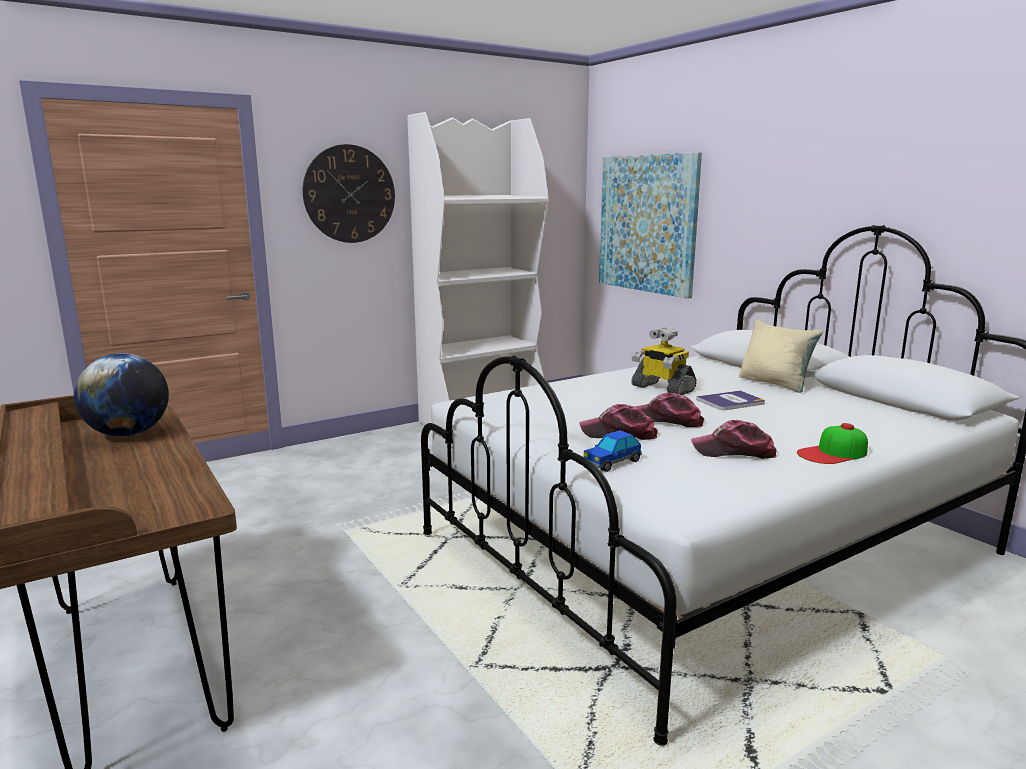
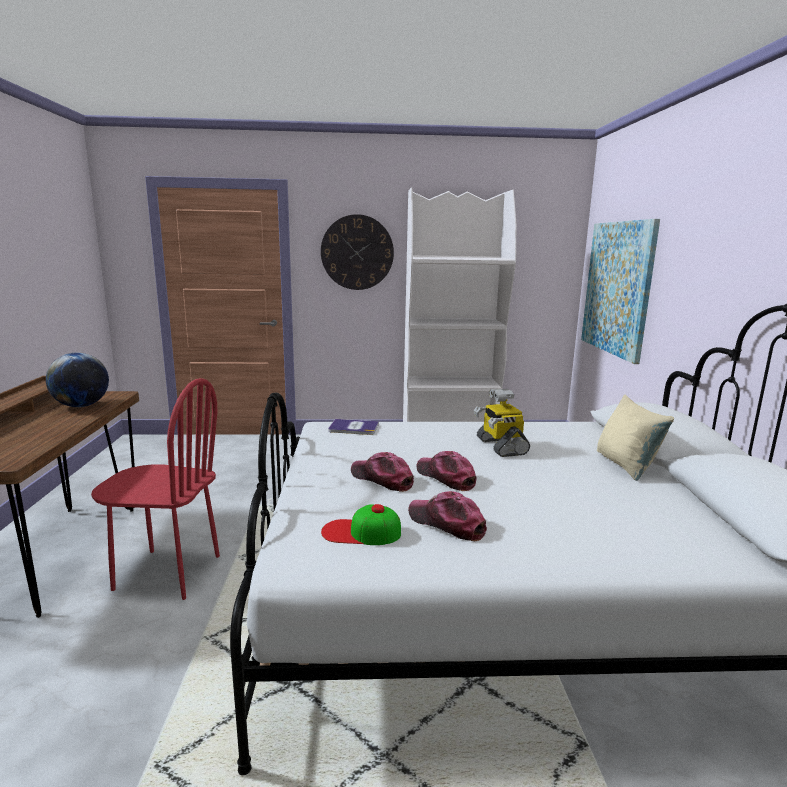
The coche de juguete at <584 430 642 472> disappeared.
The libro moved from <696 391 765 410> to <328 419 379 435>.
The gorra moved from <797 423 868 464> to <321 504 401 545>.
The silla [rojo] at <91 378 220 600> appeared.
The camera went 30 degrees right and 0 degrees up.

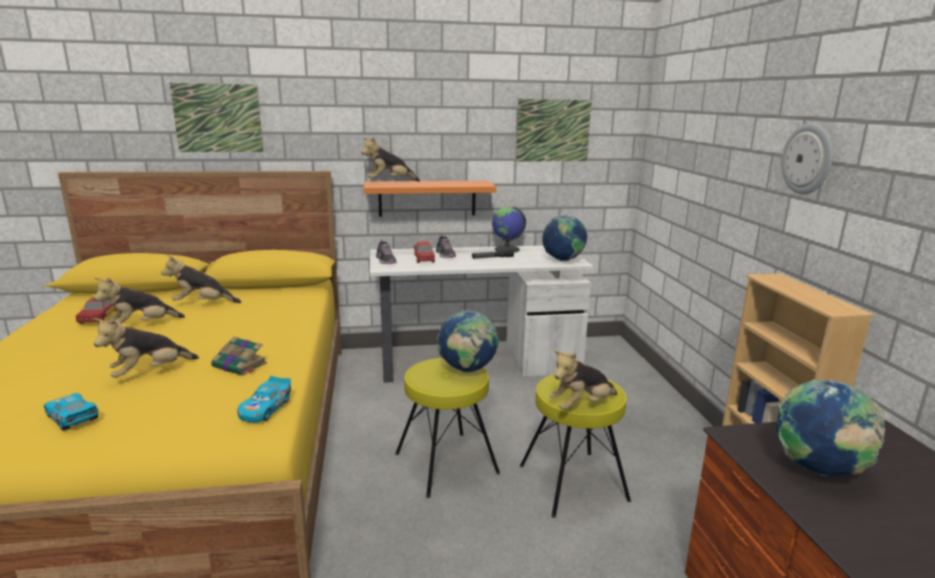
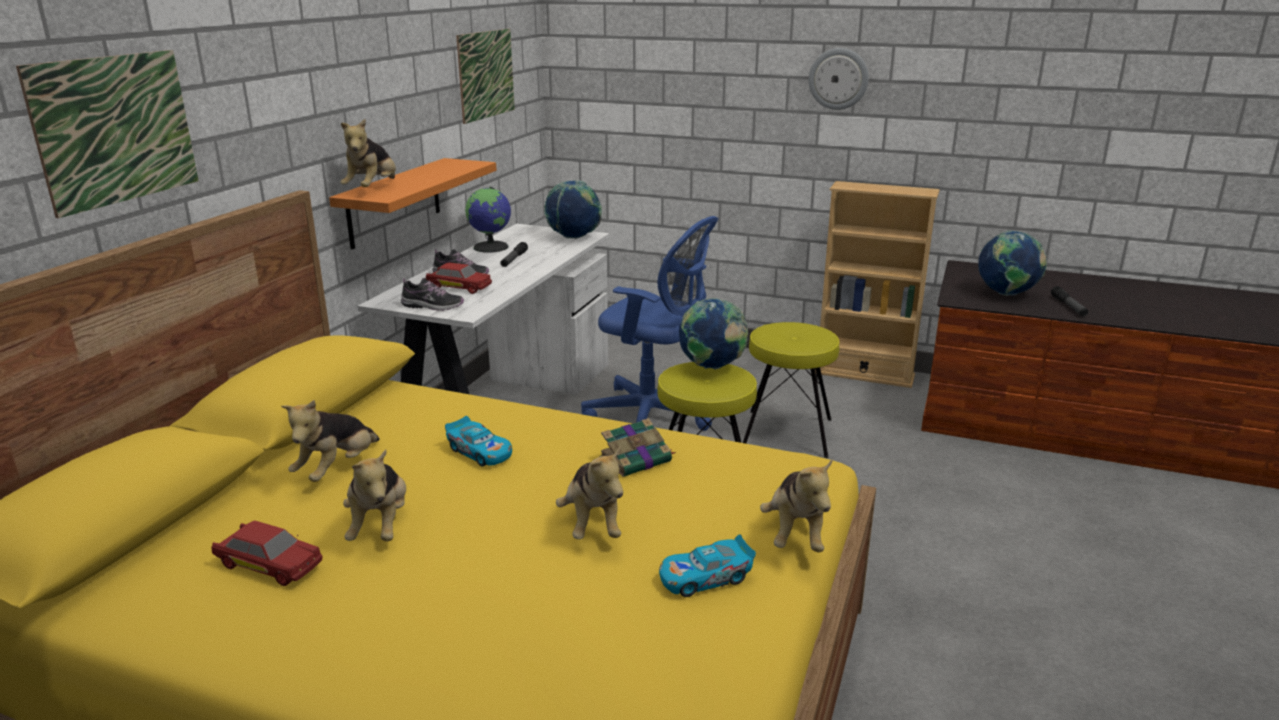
The coche de juguete moved from <237 376 291 422> to <445 416 512 467>.
The peluche moved from <549 350 617 410> to <760 459 833 552>.
The silla de oficina [azul] at <581 216 718 431> appeared.
The linterna at <1051 286 1089 316> appeared.
The camera went 60 degrees left and 5 degrees up.

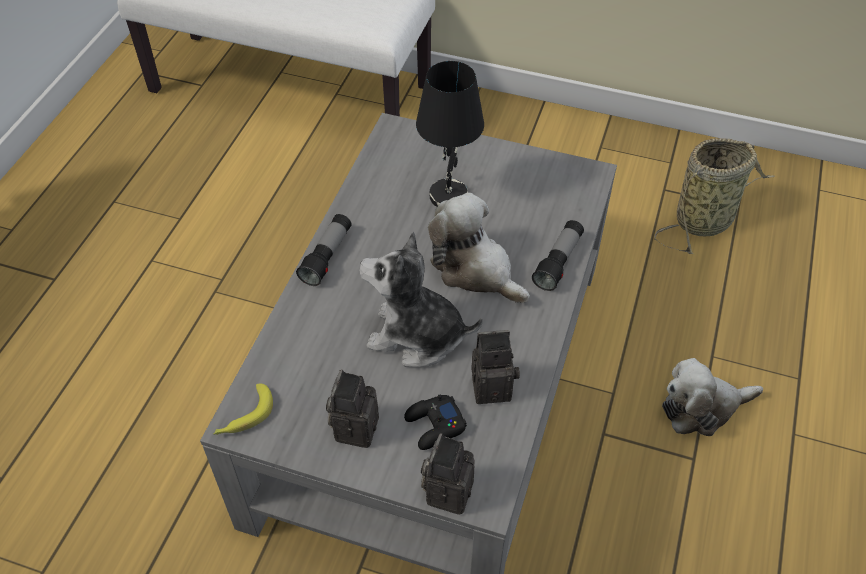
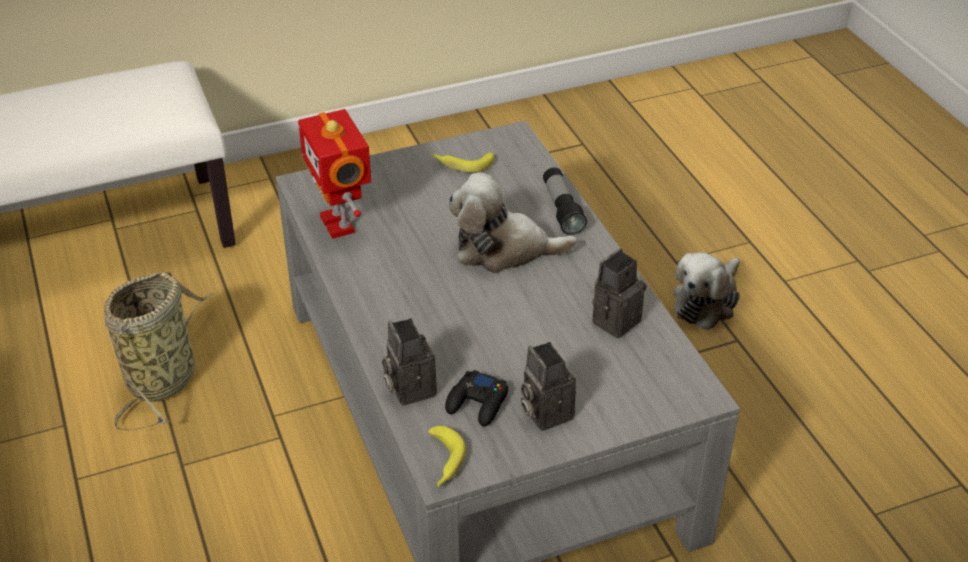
The linterna at <296 214 352 286> disappeared.
The peluche at <360 232 483 367> disappeared.
The mando de consola [negro] moved from <404 394 467 450> to <445 370 508 427>.
The lámpara de mesa [negro] at <416 61 484 207> disappeared.
The cámara moved from <421 433 475 515> to <382 318 437 406>.
The cesta moved from <654 138 775 254> to <104 272 213 430>.
The robot de juguete at <298 109 371 239> appeared.
The plátano at <432 152 494 173> appeared.
The camera went 40 degrees left and 10 degrees down.

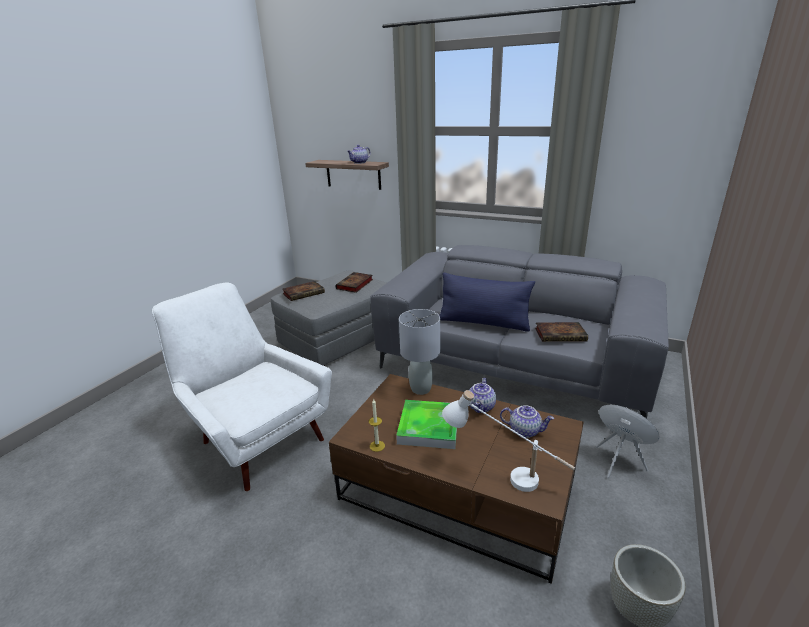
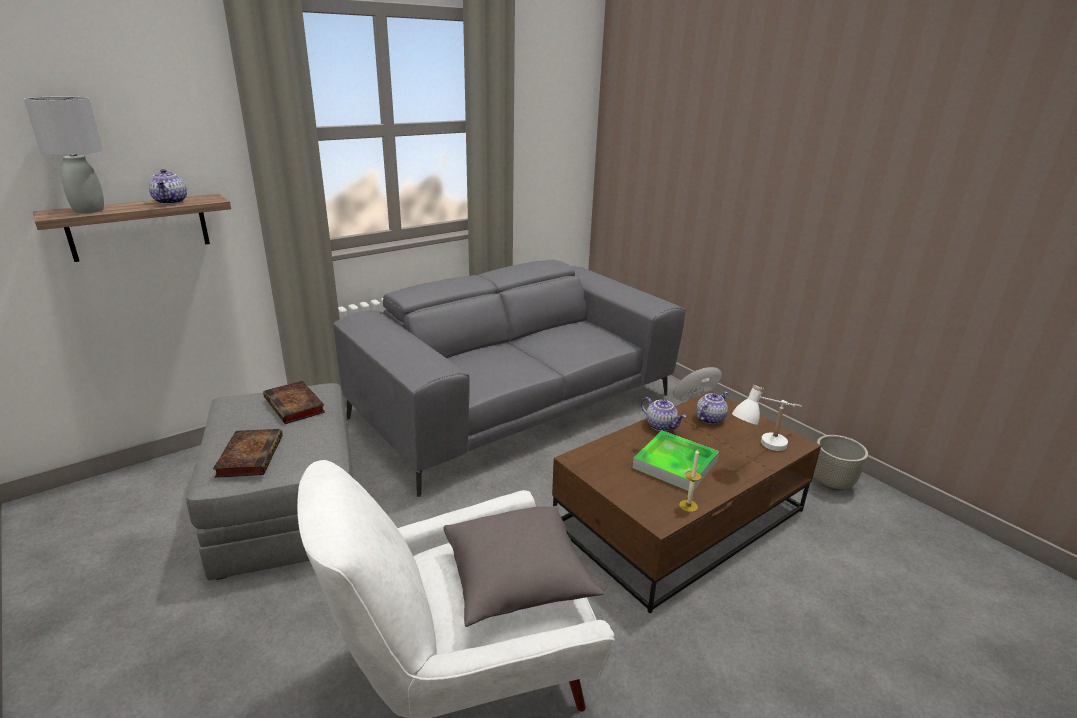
The lámpara de mesa [gris] moved from <399 309 440 395> to <24 96 104 213>.
The cojín [azul] at <439 272 535 331> disappeared.
The libro at <535 322 588 342> disappeared.
The cojín [gris] at <444 506 604 627> appeared.
The camera went 65 degrees left and 0 degrees up.

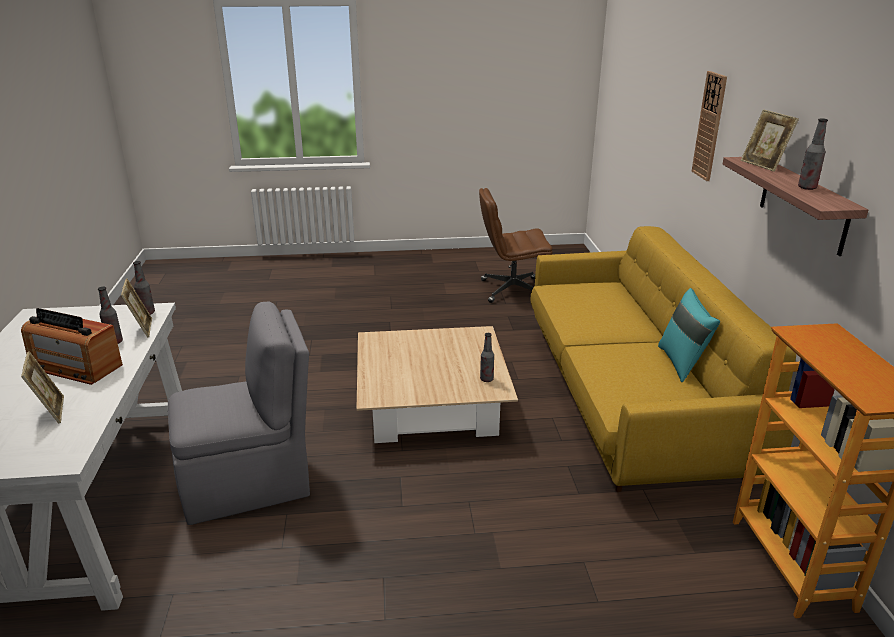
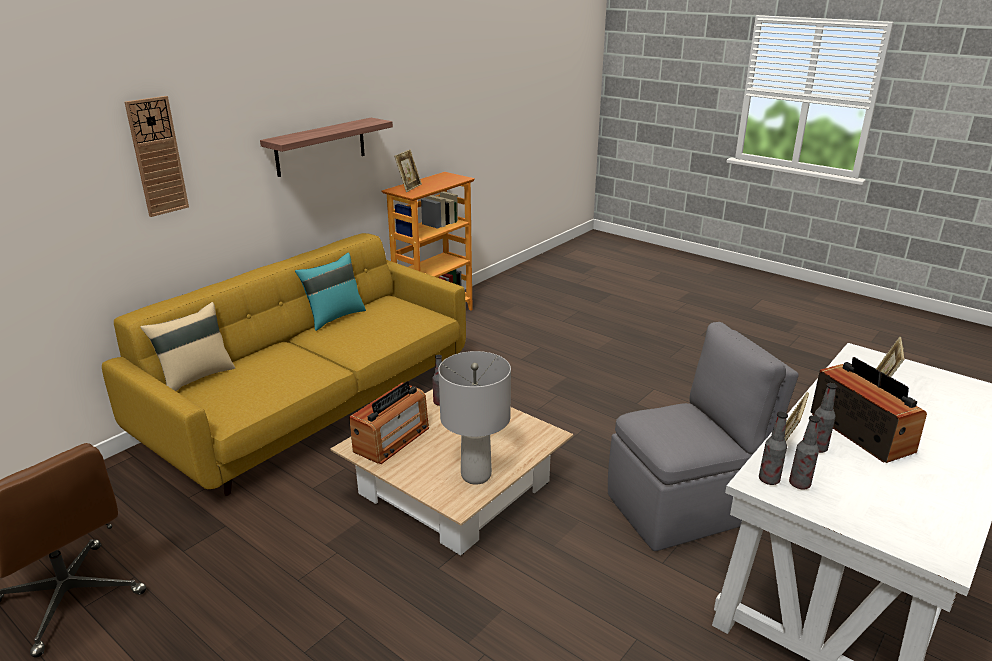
The silla [gris] at <168 302 310 525> turned 135 degrees clockwise.
The portarretratos moved from <741 109 799 172> to <394 149 422 192>.
The botella moved from <798 118 828 190> to <789 415 820 489>.
The cojín [beis] at <140 302 235 391> appeared.
The radio at <349 381 429 464> appeared.
The lámpara de mesa [gris] at <438 351 511 485> appeared.
The camera went 135 degrees left and 0 degrees up.

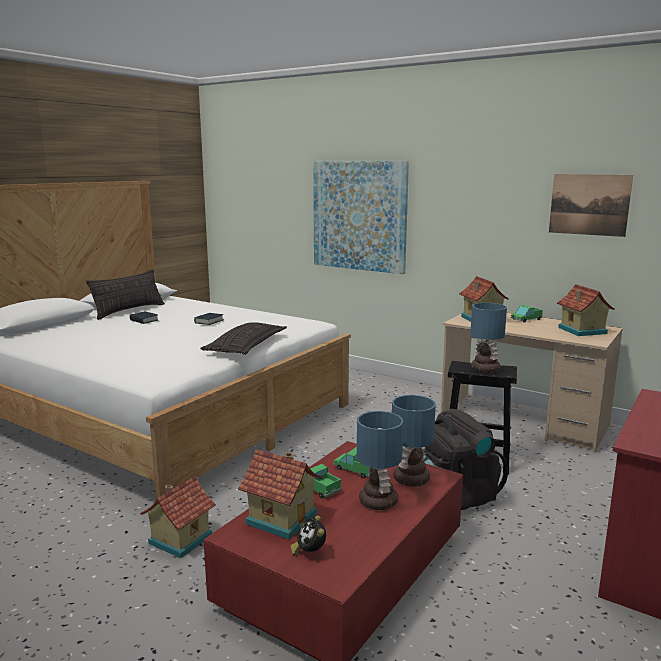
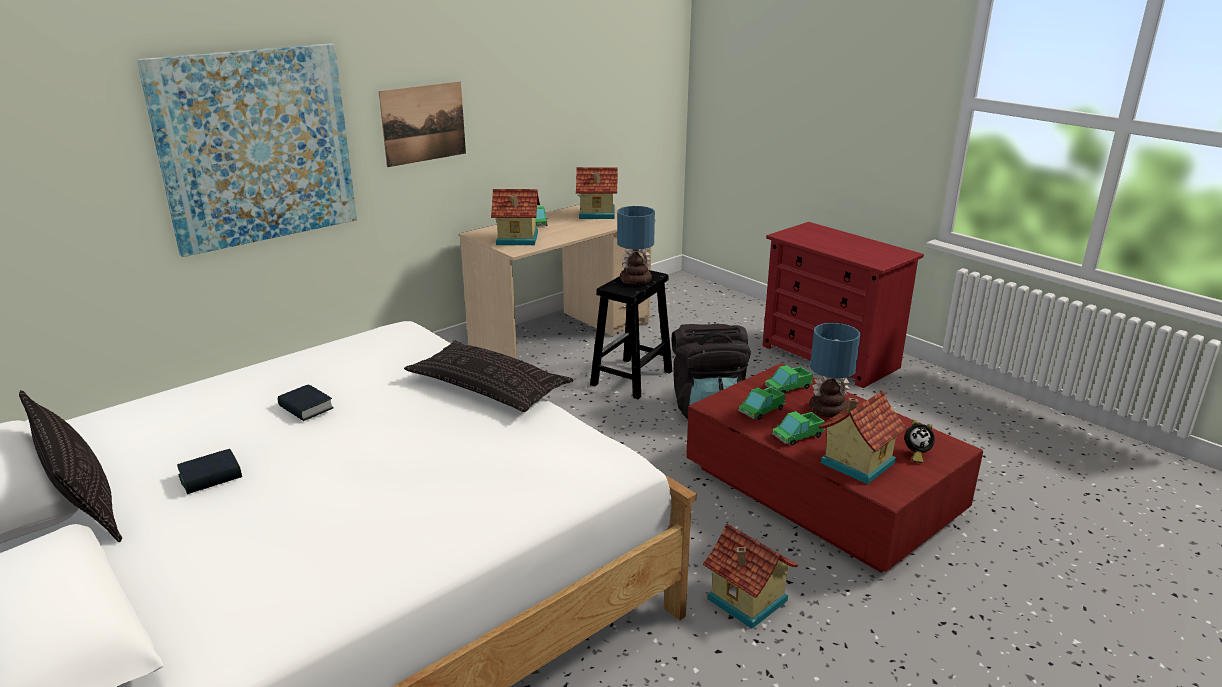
The lámpara de mesa at <392 395 436 487> was replaced by the camión de juguete at <765 365 813 394>.
The cuadro moved from <549 174 633 237> to <379 82 466 167>.
The camera went 75 degrees left and 10 degrees up.

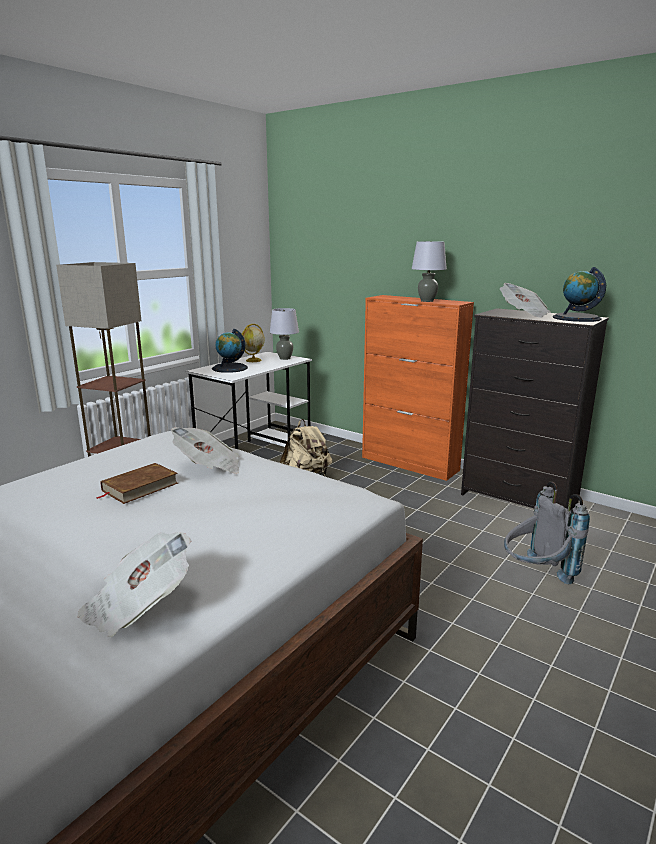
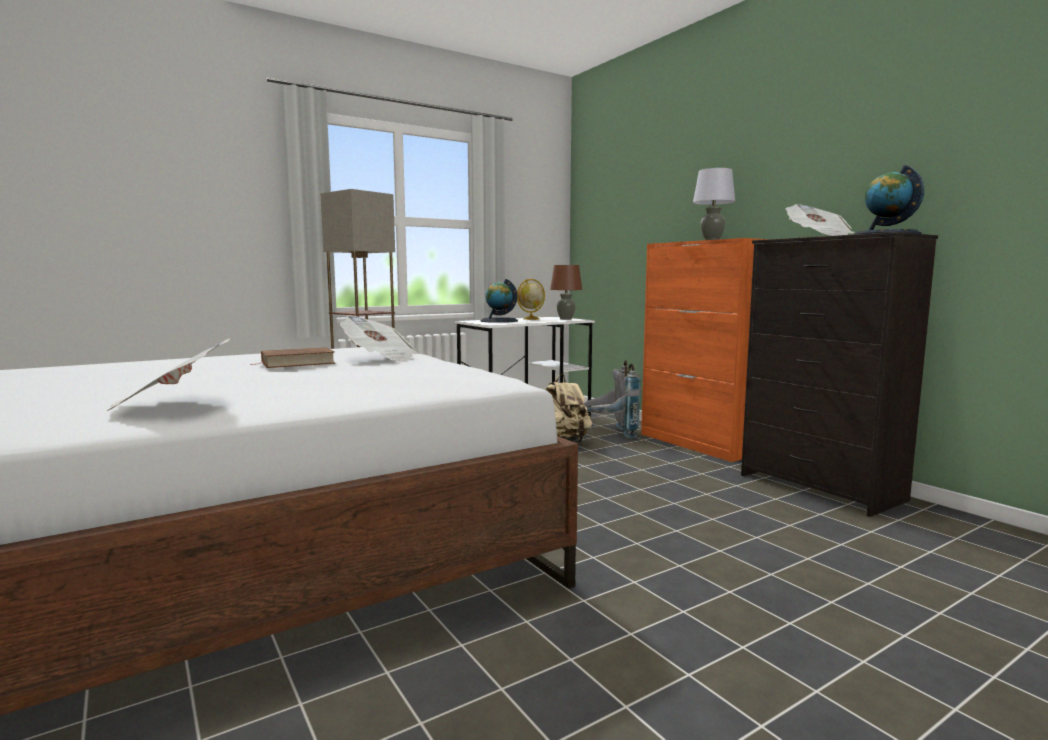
The lámpara de mesa [gris] at <270 308 299 360> became the lámpara de mesa [marrón] at <550 265 582 320>.
The mochila [gris] moved from <504 481 590 584> to <584 360 641 438>.
The camera went 20 degrees right and 10 degrees down.

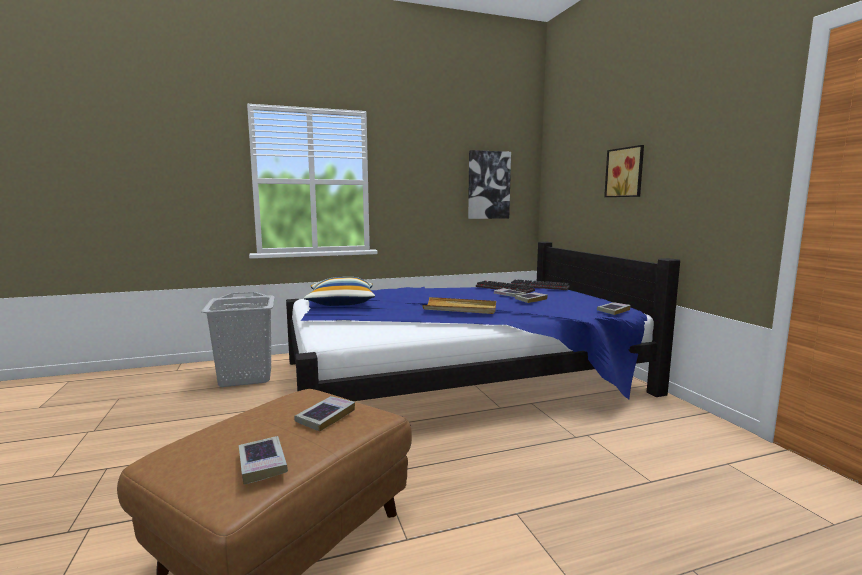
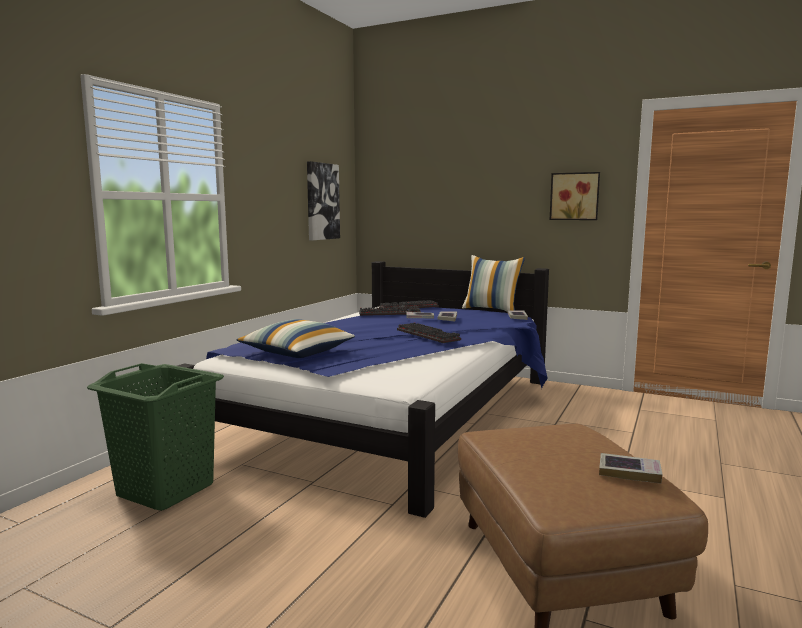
The cesto de la ropa [gris] at <201 292 275 387> became the cesto de la ropa [verde] at <87 363 224 511>.
The libro at <294 396 355 432> disappeared.
The bandeja [beis] at <422 297 496 314> was replaced by the teclado at <397 322 461 343>.
The cuadro moved from <604 145 644 197> to <550 172 600 220>.
The cojín at <462 255 525 312> appeared.
The camera went 45 degrees left and 0 degrees up.

